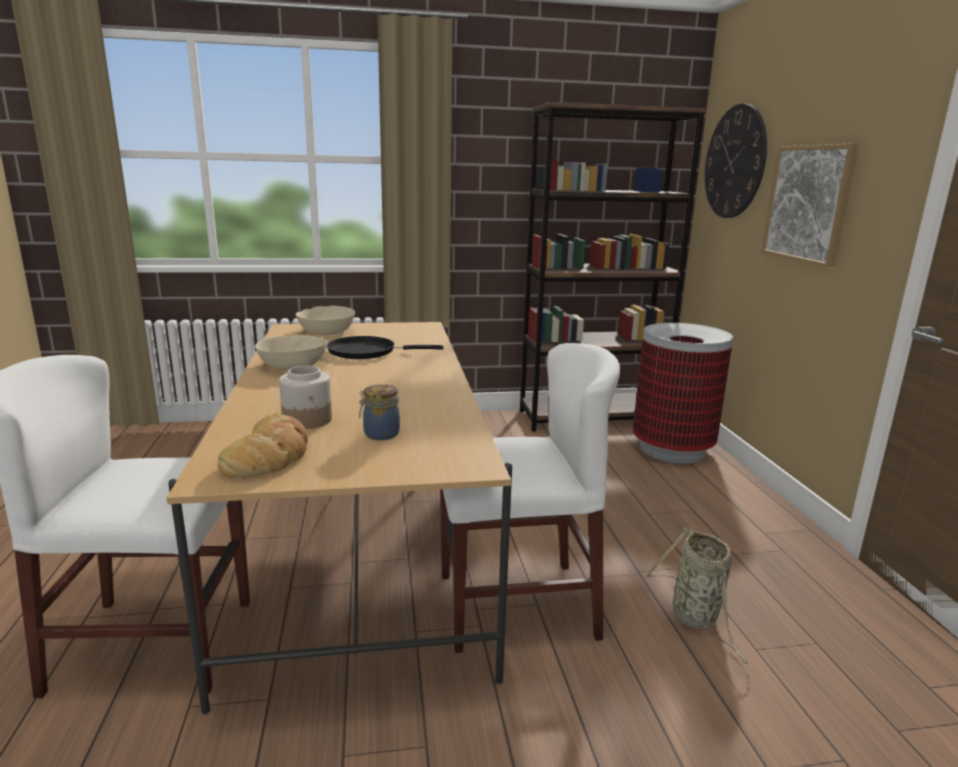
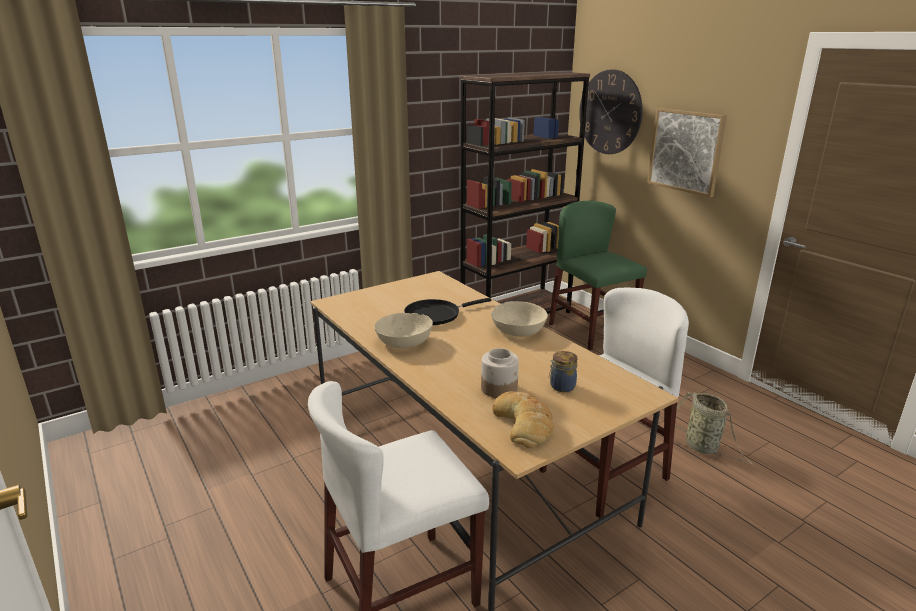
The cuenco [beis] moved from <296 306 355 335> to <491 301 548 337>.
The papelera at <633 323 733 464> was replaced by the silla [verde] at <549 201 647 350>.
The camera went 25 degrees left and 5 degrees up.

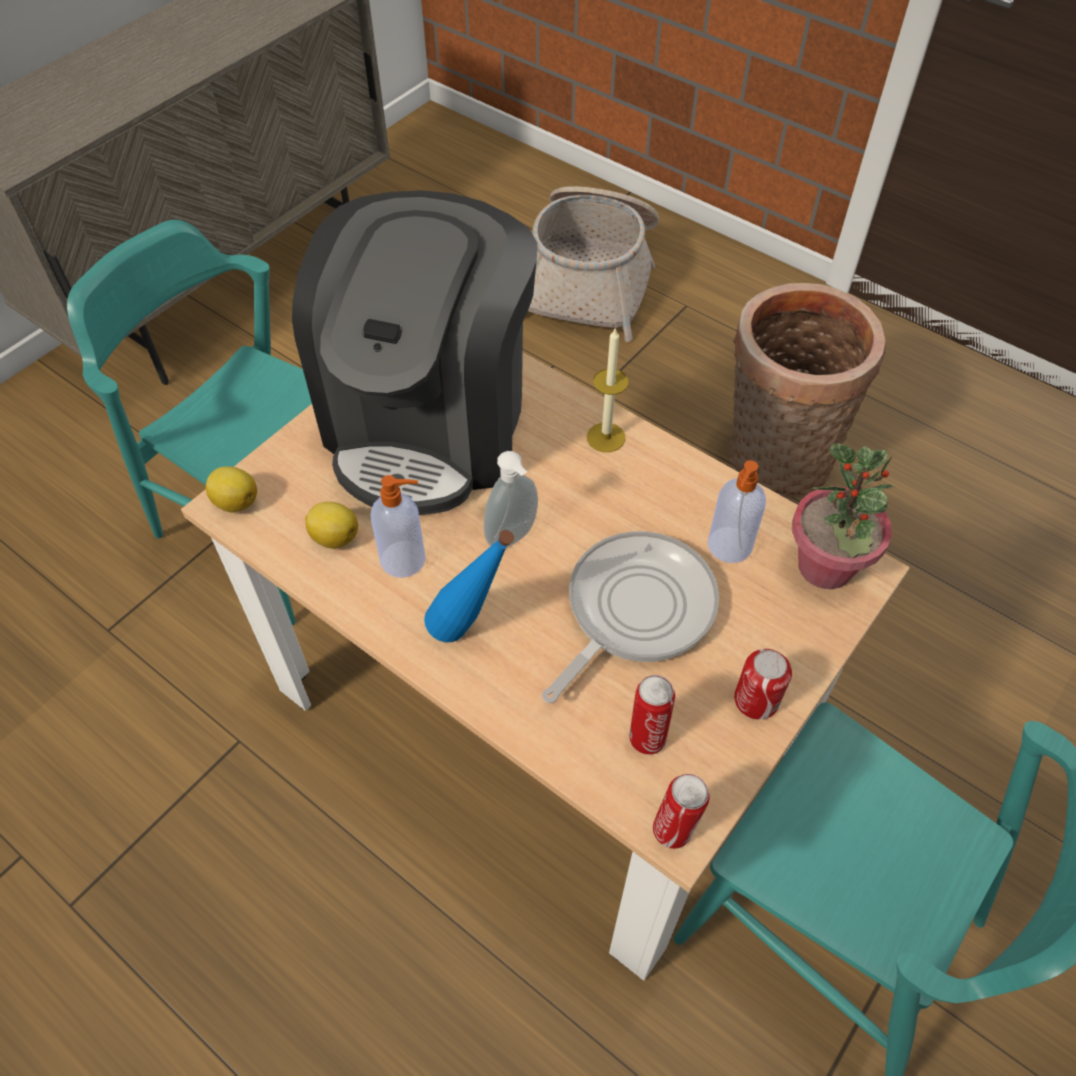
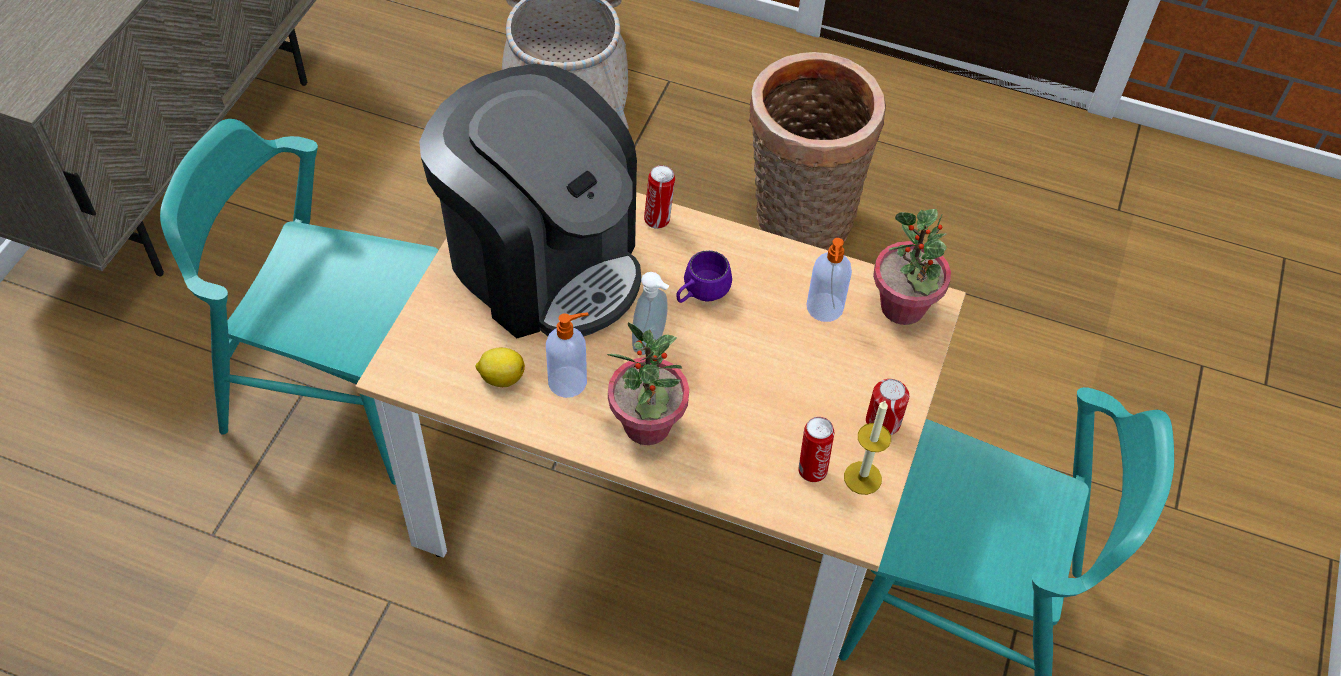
The limón at <206 467 257 512> disappeared.
The cafetera at <292 190 537 515> turned 45 degrees counterclockwise.
The botella [azul] at <424 530 514 642> was replaced by the planta en maceta at <607 322 689 445>.
The sartén at <542 531 719 703> disappeared.
The vela moved from <587 329 628 452> to <844 400 891 495>.
The lata moved from <653 774 709 849> to <644 165 675 229>.
The taza grande [morado] at <676 250 732 303> appeared.
The camera went 20 degrees left and 0 degrees up.

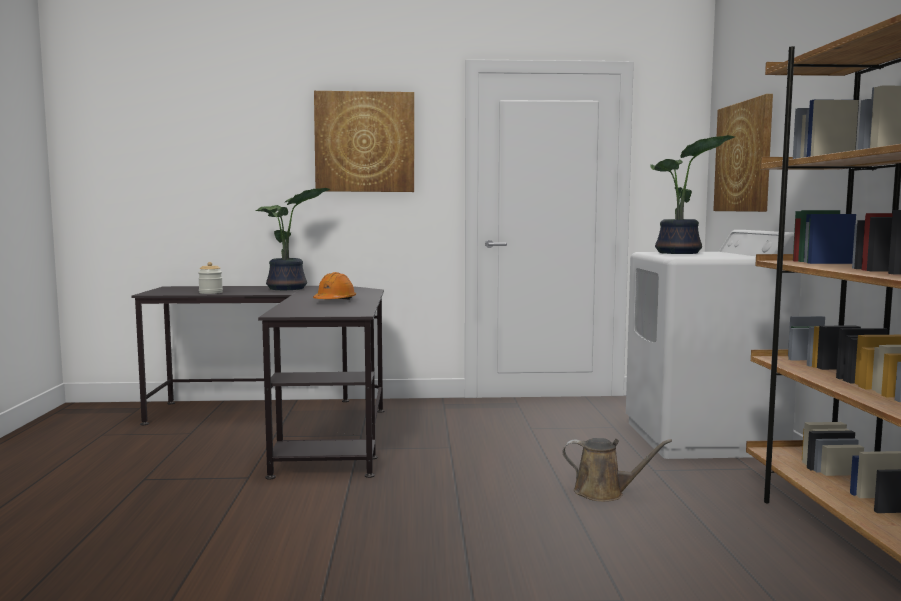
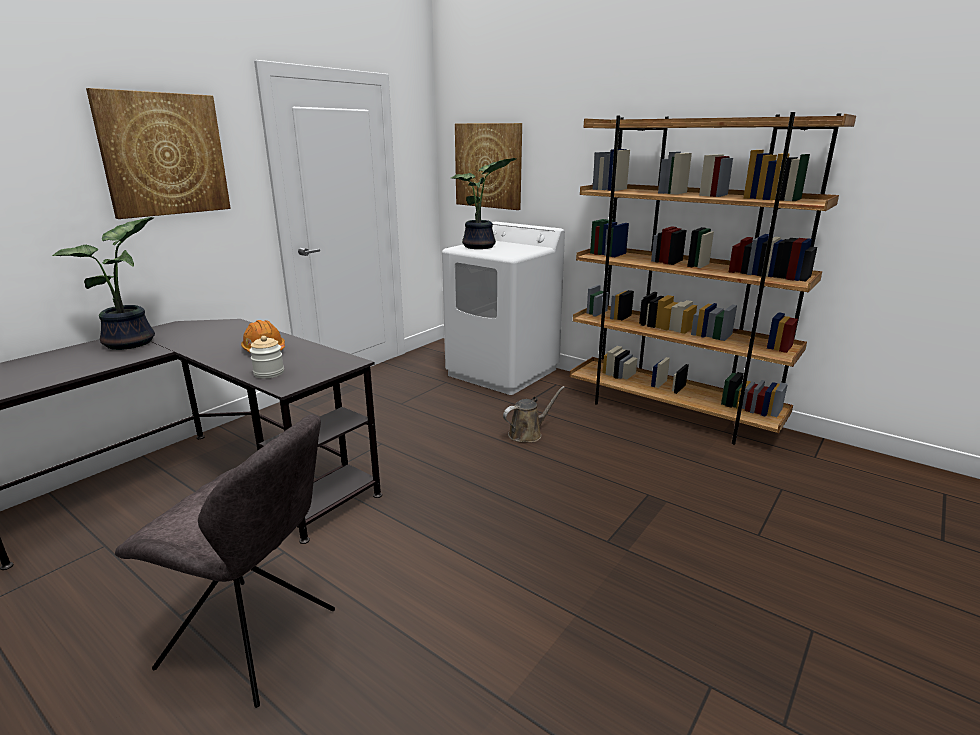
The tarro moved from <198 262 223 294> to <249 336 284 379>.
The silla [gris] at <115 414 335 708> appeared.
The camera went 50 degrees left and 15 degrees up.

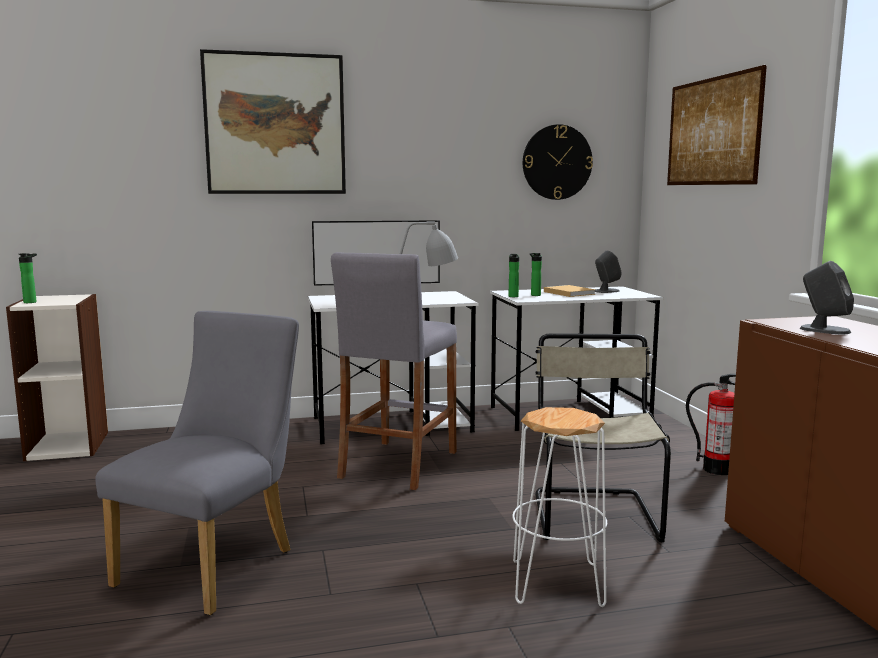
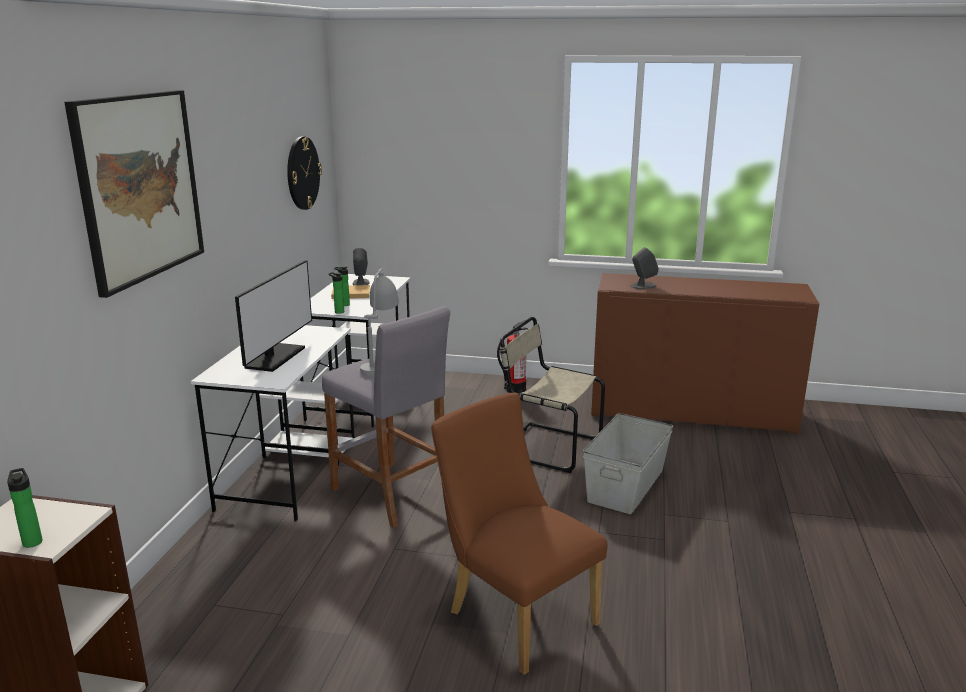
The silla [gris] at <95 311 299 615> became the silla [marrón] at <431 393 608 675>.
The taburete [blanco] at <512 407 607 607> was replaced by the caja de almacenaje [gris] at <583 413 673 514>.
The cuadro at <667 65 767 185> disappeared.
The camera went 65 degrees left and 10 degrees up.

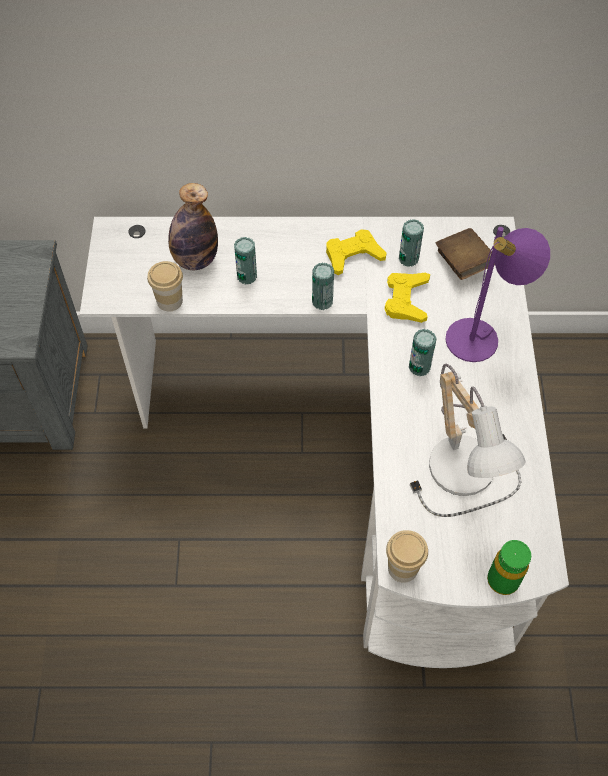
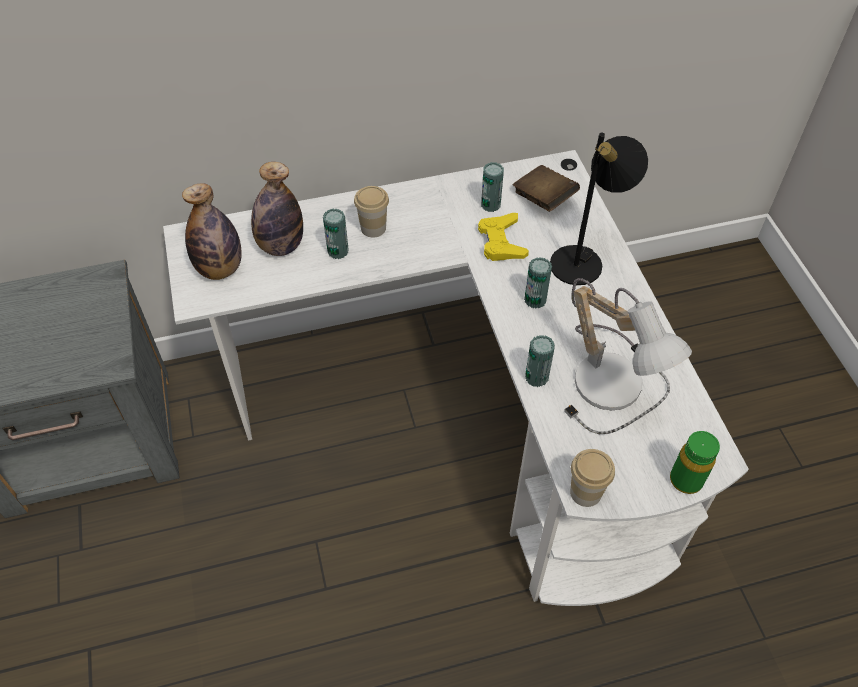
The taza moved from <147 261 183 311> to <354 186 389 238>.
The lata moved from <312 262 334 310> to <525 335 555 387>.
The mando de consola [amarillo] at <326 230 387 275> disappeared.
The lámpara de mesa [morado] at <445 227 550 362> became the lámpara de mesa [negro] at <550 133 648 285>.
The botella at <182 183 242 280> appeared.
The camera went 15 degrees left and 5 degrees down.

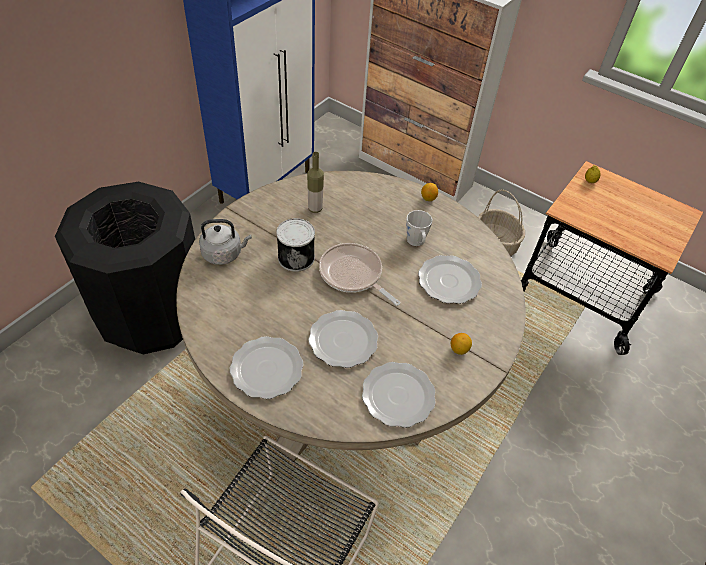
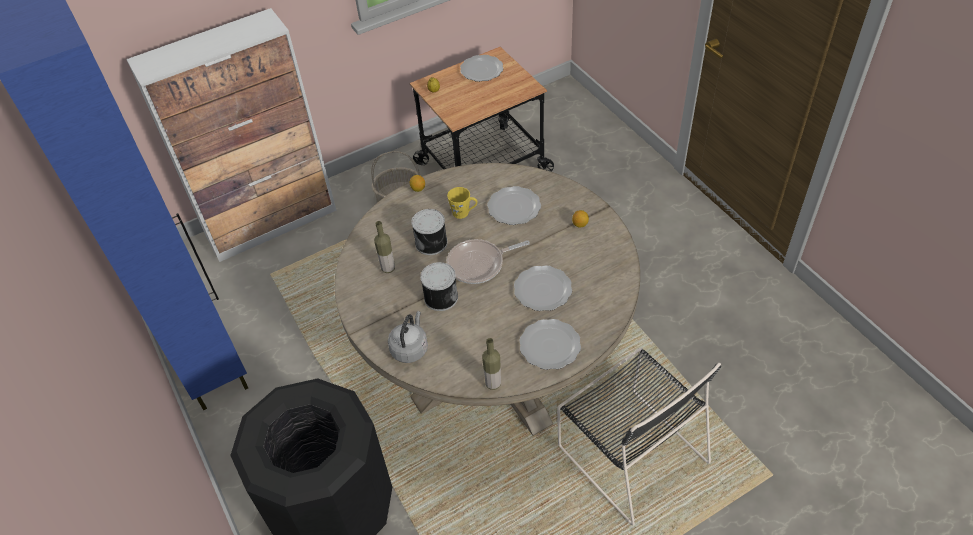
The plato moved from <362 362 436 428> to <460 55 503 82>.
The taza grande [gris] at <406 210 433 246> became the taza grande [amarillo] at <447 187 477 219>.
The lata at <411 209 447 255> appeared.
The botella at <482 338 501 390> appeared.
The camera went 60 degrees left and 0 degrees up.

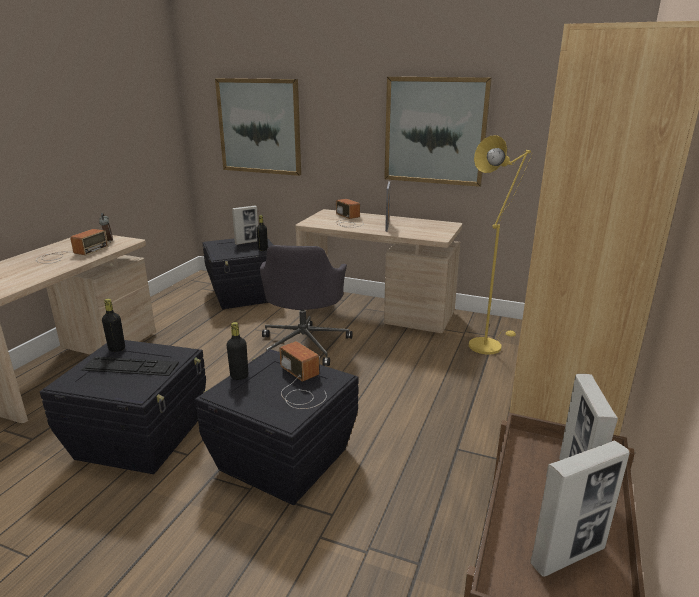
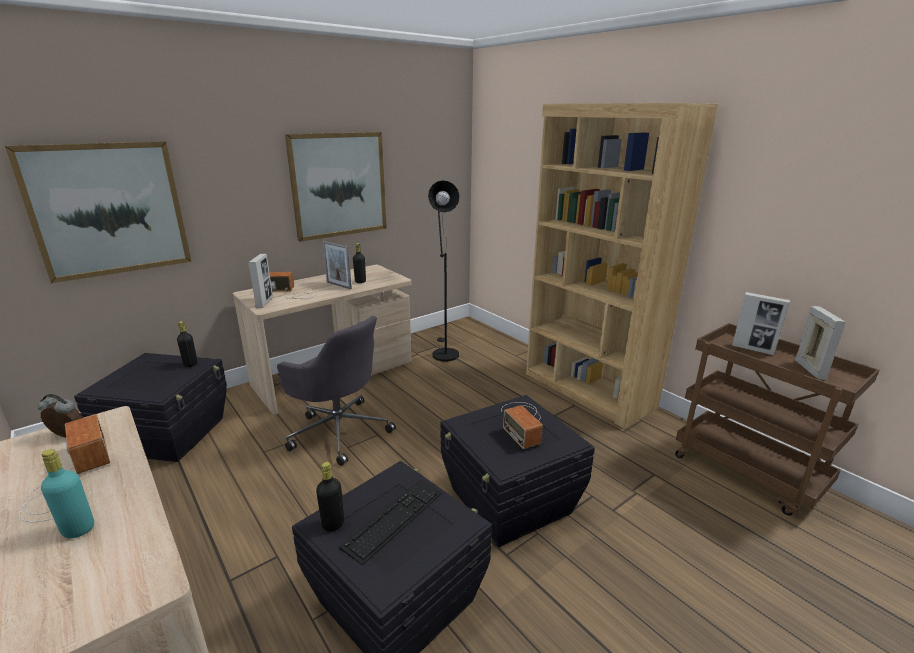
The botella [negro] moved from <227 322 248 380> to <353 243 366 283>.
The portarretratos moved from <232 206 258 245> to <248 254 273 308>.
The radio at <280 341 327 409> turned 105 degrees counterclockwise.
The lámpara de pie [amarillo] at <469 135 532 355> became the lámpara de pie [negro] at <428 180 459 362>.
The botella [turquesa] at <41 449 94 538> appeared.
The camera went 60 degrees left and 0 degrees up.

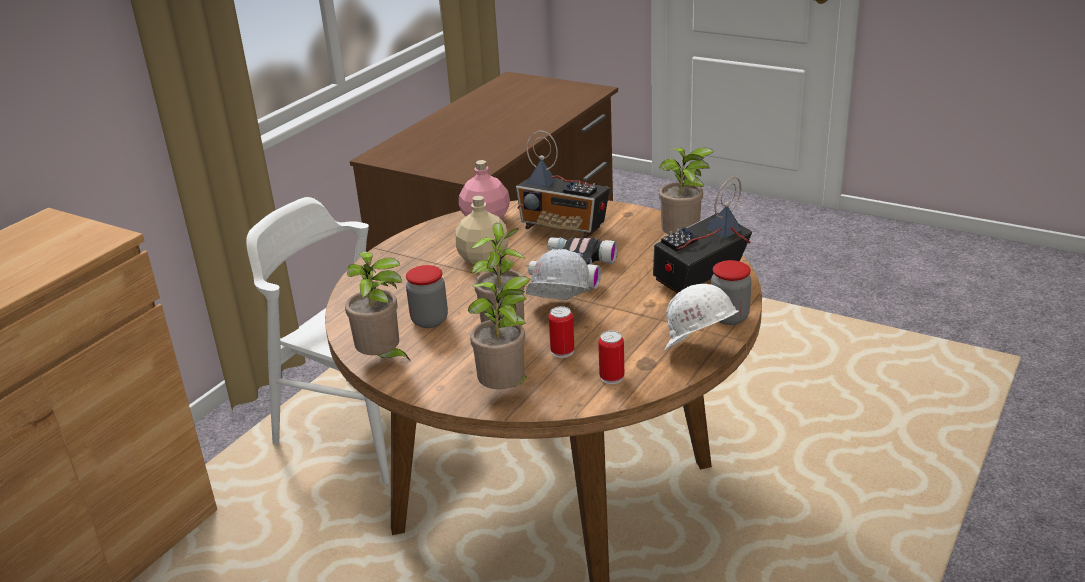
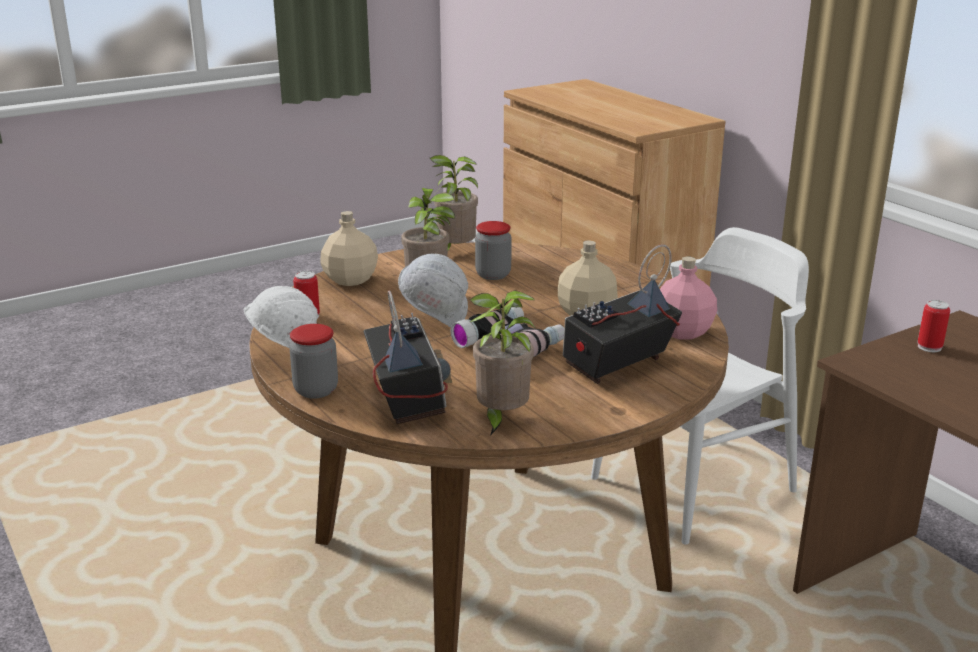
The planta en maceta at <468 276 531 389> was replaced by the botella [beis] at <320 211 378 286>.
The lata moved from <549 306 574 358> to <917 300 950 352>.
The camera went 115 degrees right and 5 degrees down.

